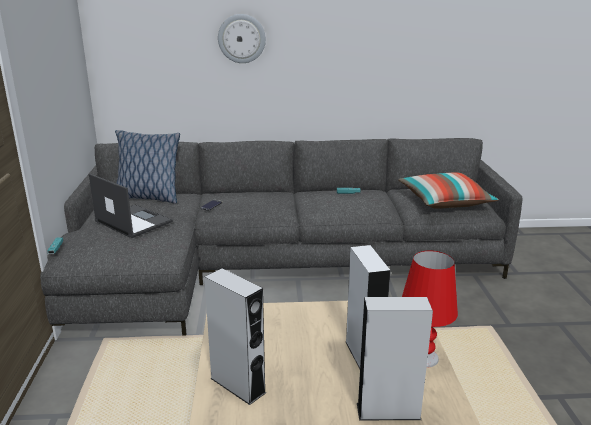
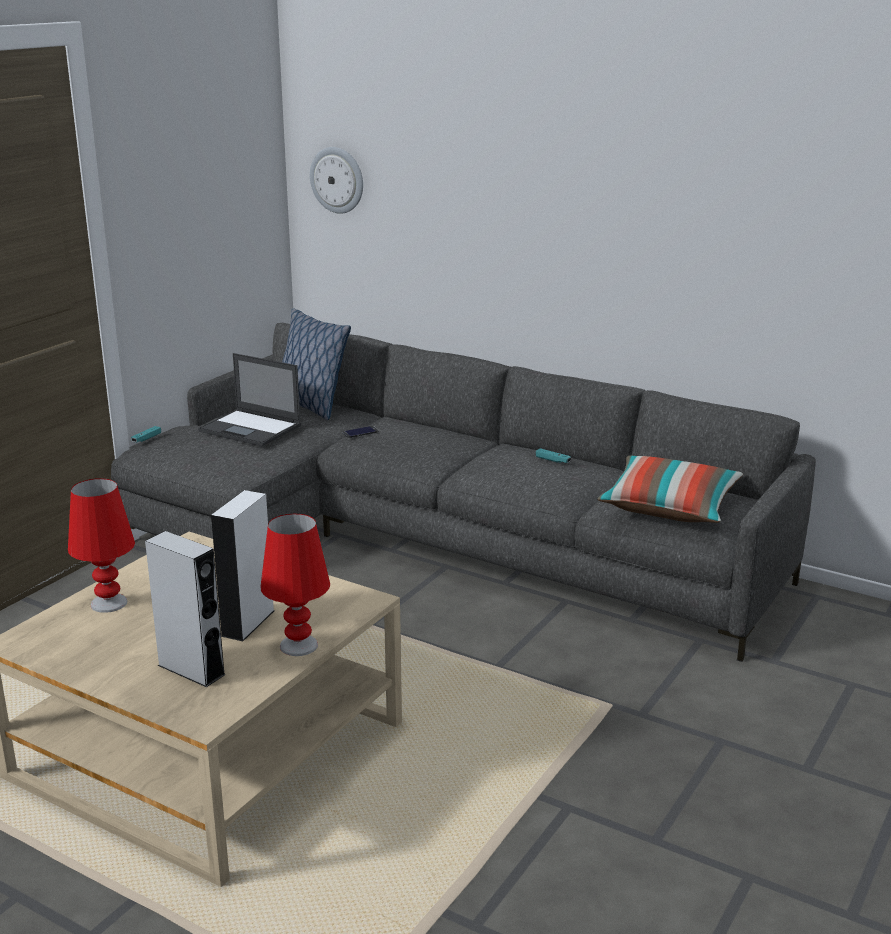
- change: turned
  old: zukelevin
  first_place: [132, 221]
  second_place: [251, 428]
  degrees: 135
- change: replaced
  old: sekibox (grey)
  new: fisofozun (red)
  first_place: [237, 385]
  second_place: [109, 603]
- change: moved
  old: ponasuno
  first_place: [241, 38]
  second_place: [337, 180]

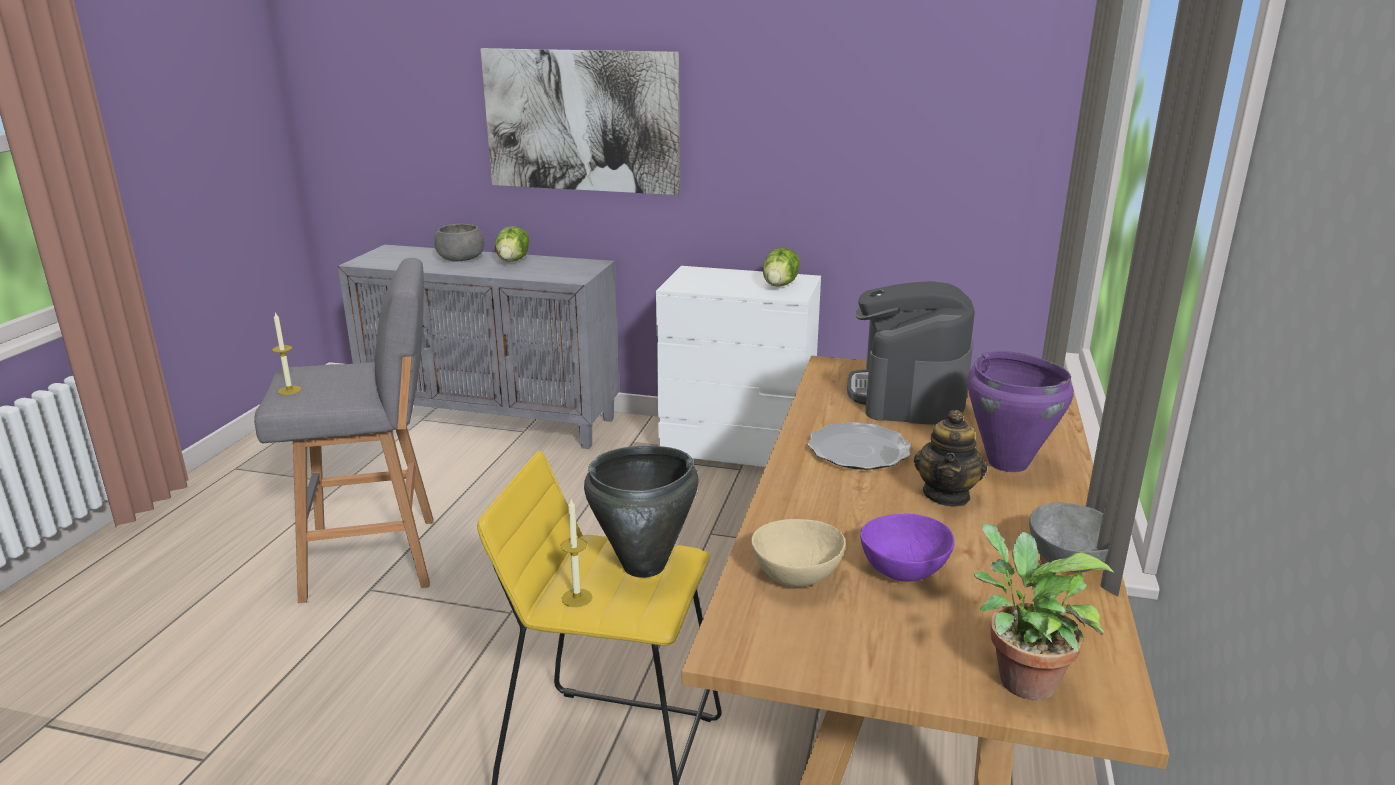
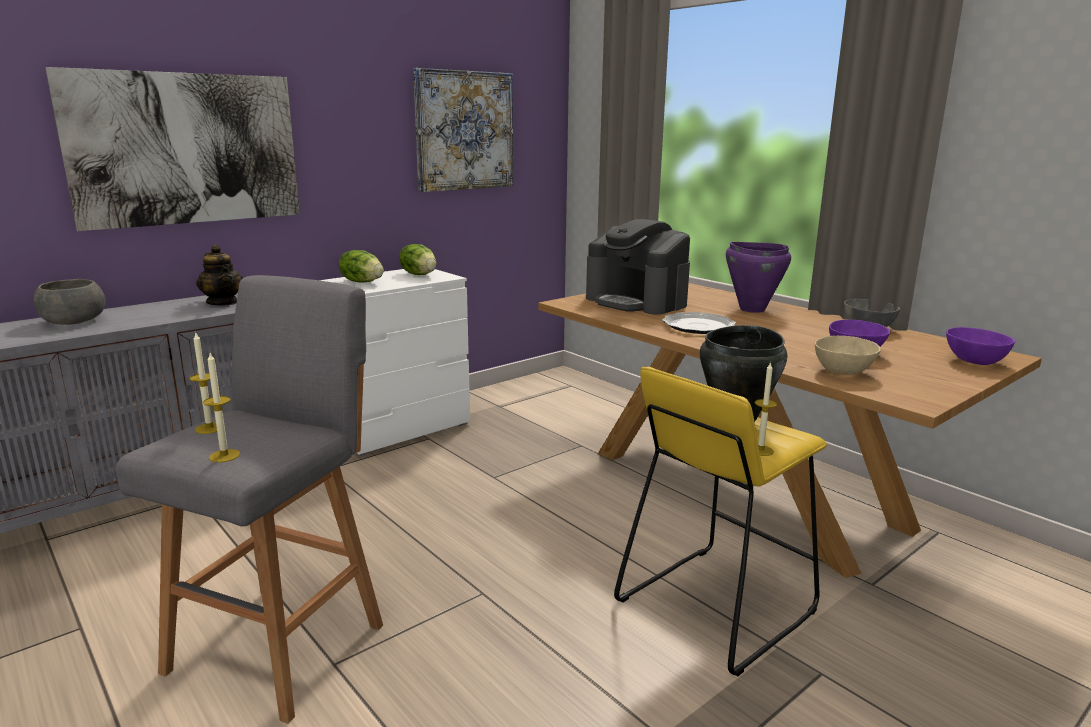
- change: moved
  old: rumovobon
  first_place: [513, 260]
  second_place: [362, 282]
- change: moved
  old: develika
  first_place: [947, 495]
  second_place: [223, 303]
- change: replaced
  old: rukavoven
  new: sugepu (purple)
  first_place: [1019, 678]
  second_place: [974, 361]
- change: added
  new: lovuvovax
  second_place: [209, 428]
- change: added
  new: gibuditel
  second_place: [464, 131]

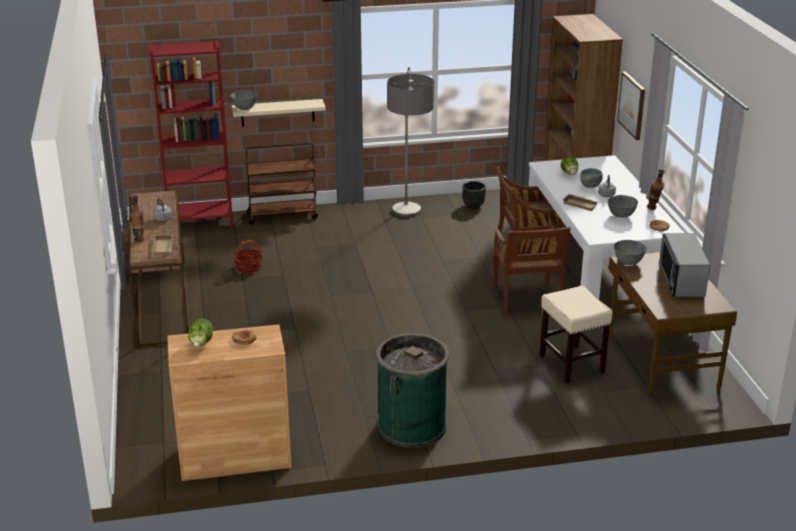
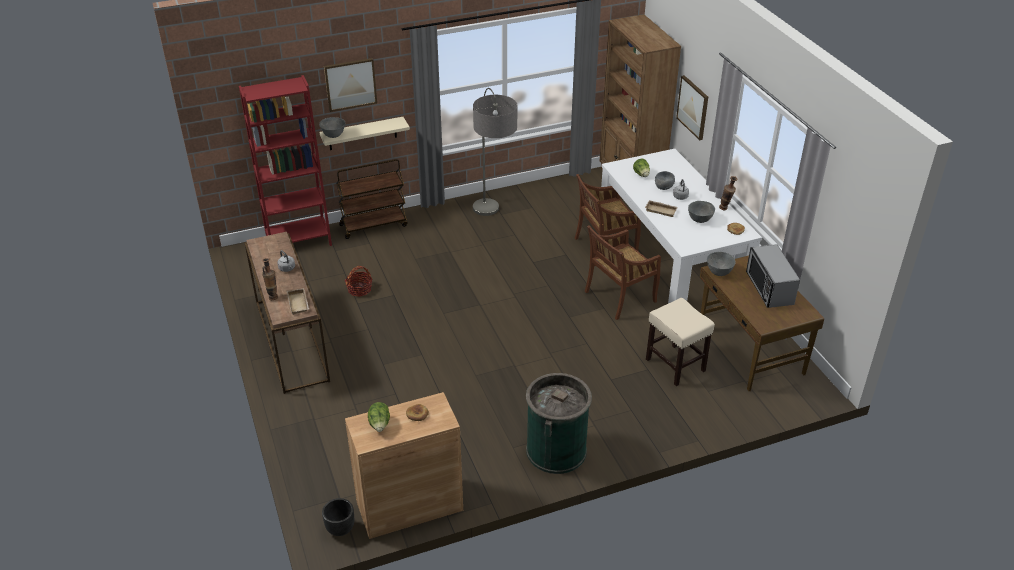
- change: moved
  old: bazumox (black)
  first_place: [473, 206]
  second_place: [340, 529]
- change: turned
  old: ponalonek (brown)
  first_place: [527, 299]
  second_place: [619, 297]
  degrees: 75
- change: added
  new: gibuditel
  second_place: [350, 84]

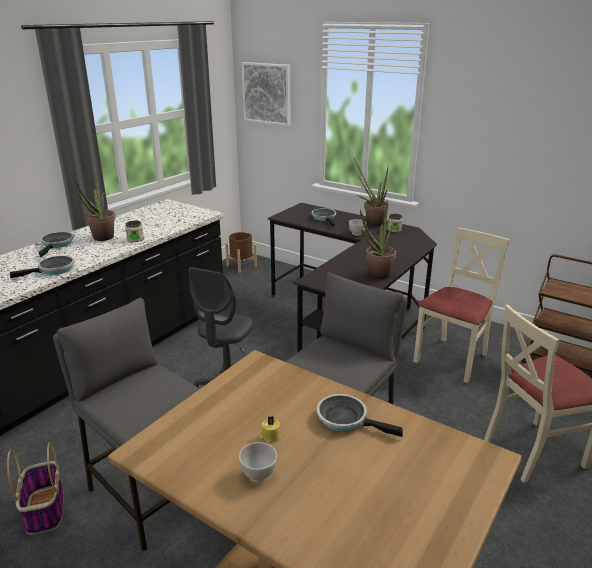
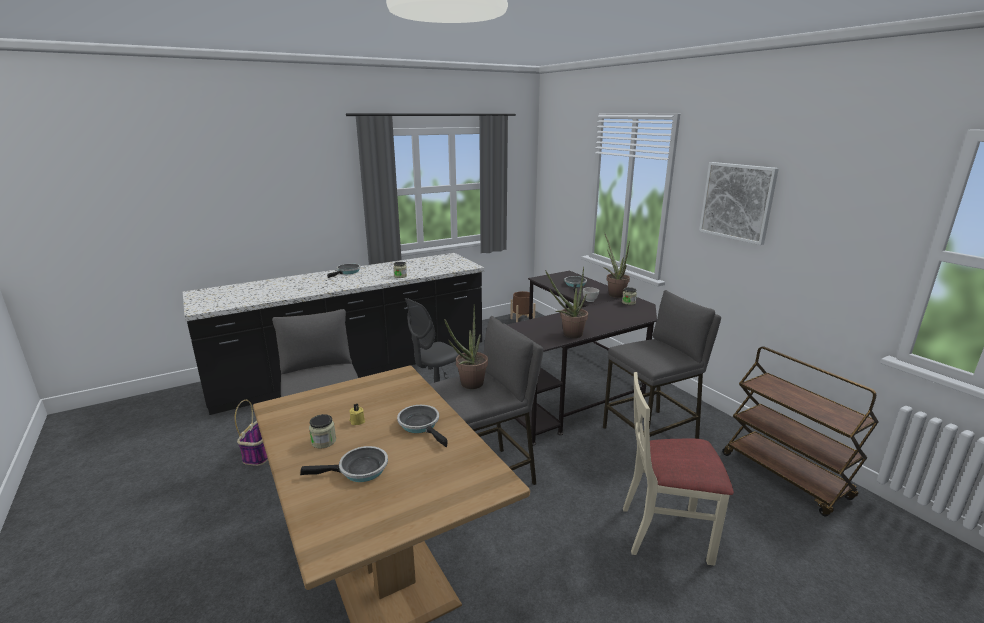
- change: moved
  old: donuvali
  first_place: [54, 270]
  second_place: [359, 470]
- change: moved
  old: rukavoven
  first_place: [101, 239]
  second_place: [468, 386]
- change: replaced
  old: sugepu (white)
  new: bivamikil
  first_place: [258, 475]
  second_place: [323, 441]
- change: moved
  old: gibuditel
  first_place: [267, 93]
  second_place: [737, 202]
- change: replaced
  old: ponalonek (beige)
  new: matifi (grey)
  first_place: [452, 359]
  second_place: [651, 433]

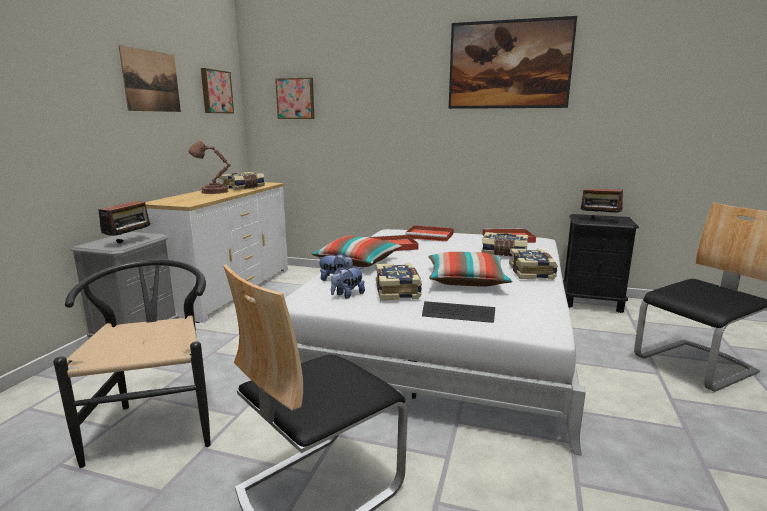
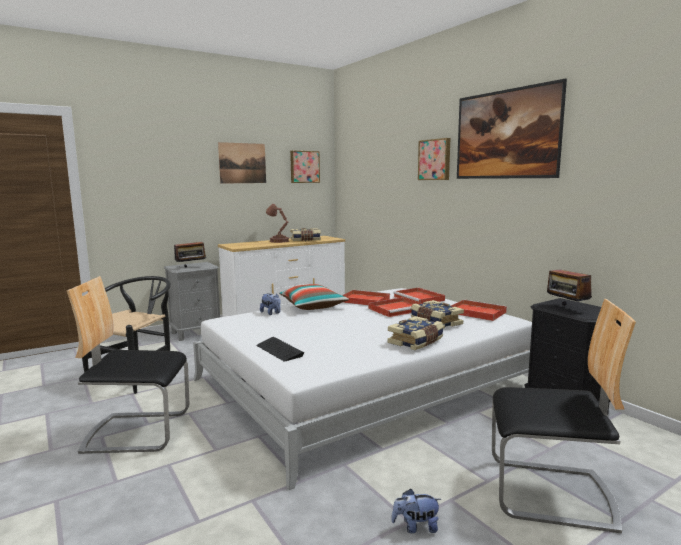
- change: moved
  old: gibuditel
  first_place: [296, 98]
  second_place: [435, 159]
- change: moved
  old: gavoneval
  first_place: [347, 295]
  second_place: [415, 527]
- change: removed
  old: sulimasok
  first_place: [398, 291]
- change: removed
  old: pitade
  first_place: [466, 281]
- change: added
  new: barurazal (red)
  second_place: [397, 309]

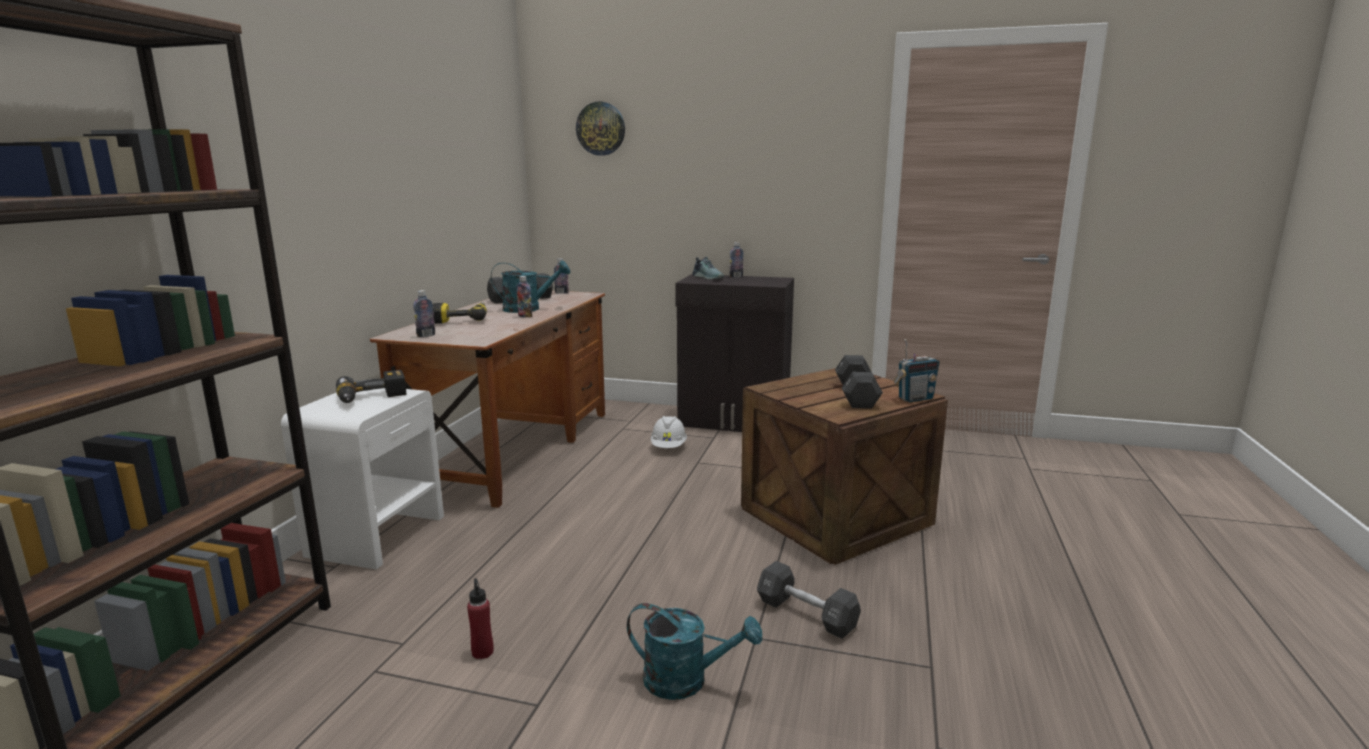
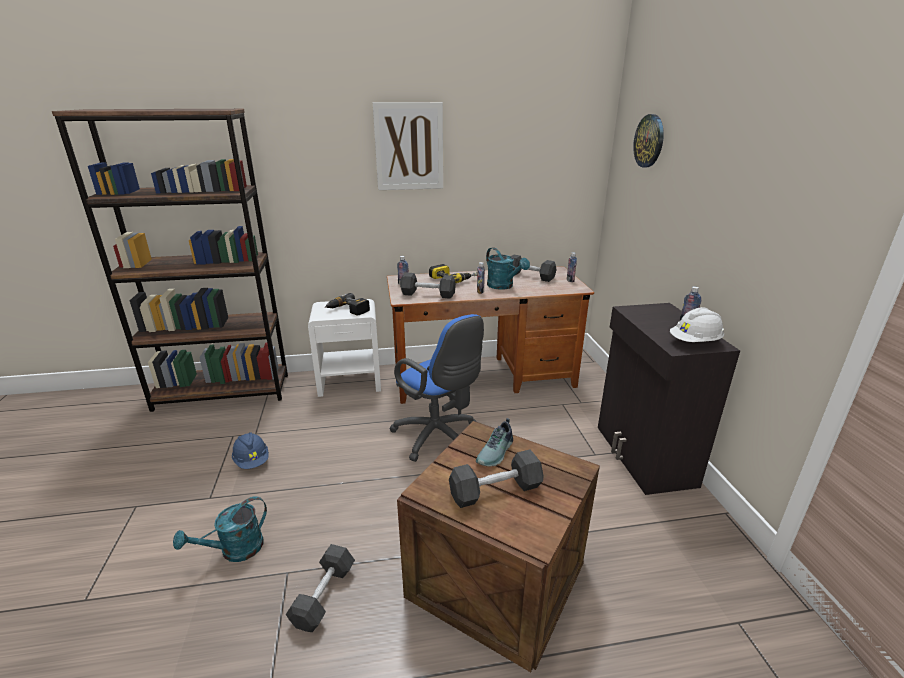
- change: replaced
  old: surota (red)
  new: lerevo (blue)
  first_place: [482, 652]
  second_place: [252, 461]
- change: turned
  old: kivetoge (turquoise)
  first_place: [686, 681]
  second_place: [235, 551]
  degrees: 60
- change: moved
  old: lerevo (white)
  first_place: [669, 447]
  second_place: [695, 342]
- change: moved
  old: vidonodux
  first_place: [709, 278]
  second_place: [496, 452]
- change: removed
  old: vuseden
  first_place: [915, 398]
- change: added
  new: gibuditel
  second_place: [409, 147]
- change: added
  new: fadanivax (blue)
  second_place: [439, 438]
- change: added
  new: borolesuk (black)
  second_place: [428, 294]

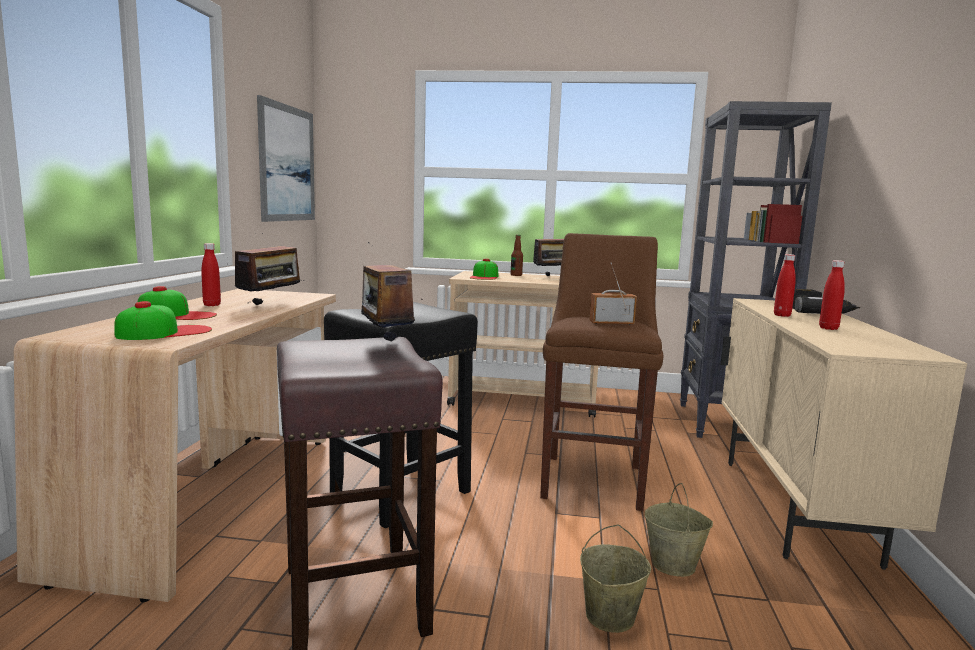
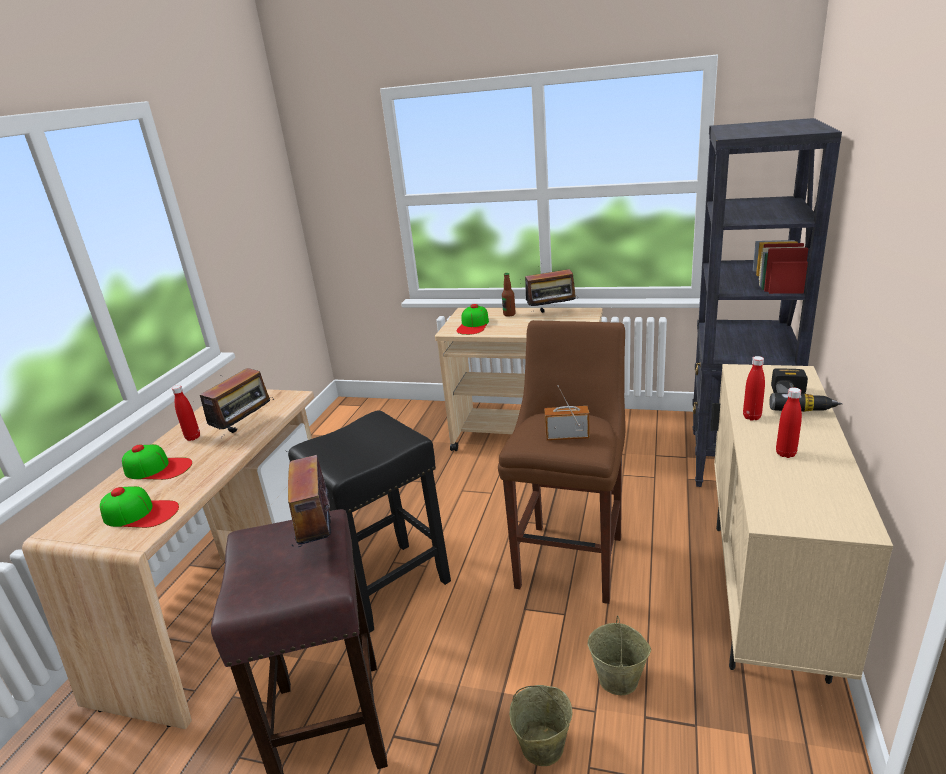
- change: turned
  old: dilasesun
  first_place: [165, 332]
  second_place: [140, 513]
  degrees: 45
- change: removed
  old: gibuditel
  first_place: [287, 163]

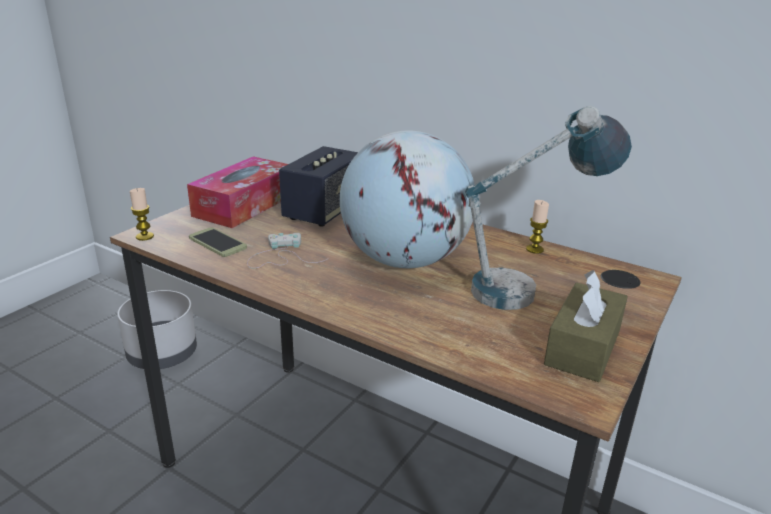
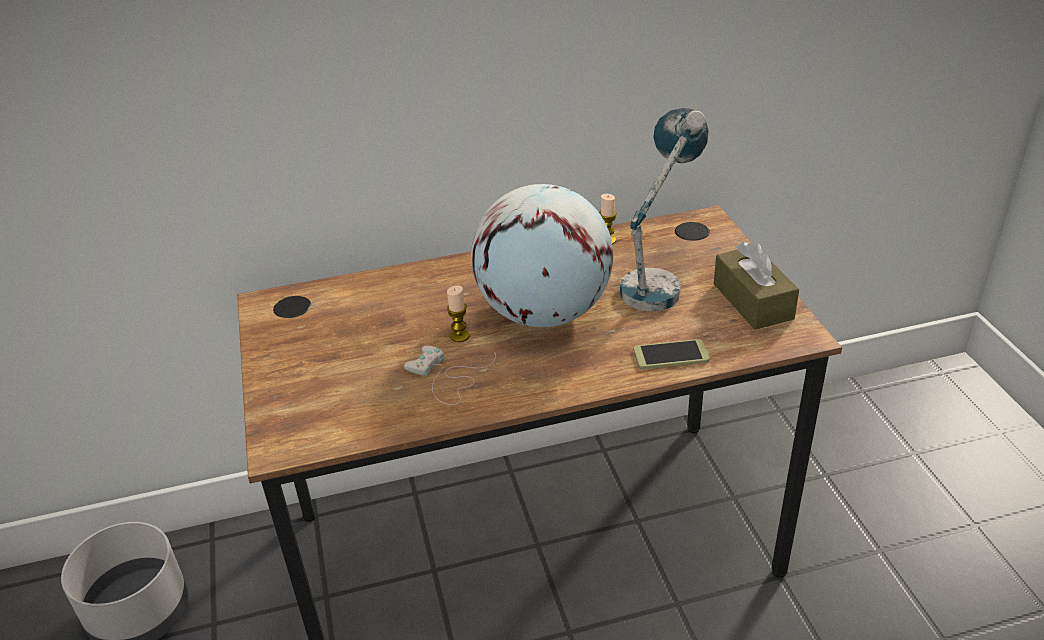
- change: moved
  old: lovuvovax
  first_place: [145, 236]
  second_place: [459, 336]
- change: removed
  old: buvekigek
  first_place: [244, 205]
- change: moved
  old: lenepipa
  first_place: [217, 243]
  second_place: [670, 355]
- change: removed
  old: sekibox
  first_place: [324, 211]

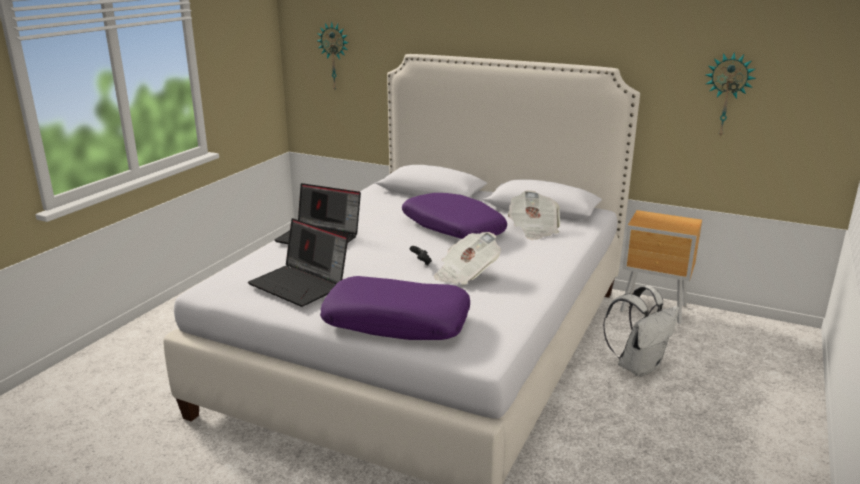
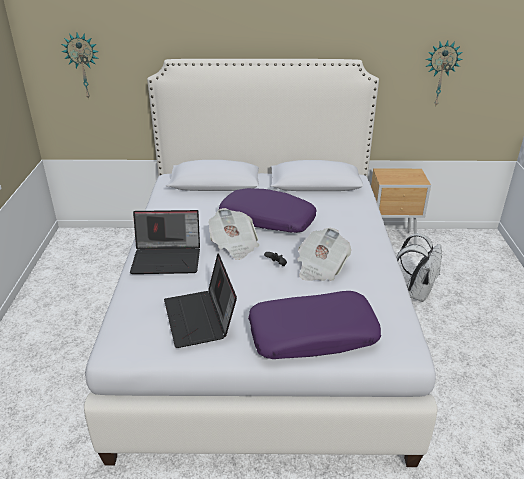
- change: turned
  old: zukelevin
  first_place: [301, 284]
  second_place: [201, 319]
  degrees: 60
- change: moved
  old: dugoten
  first_place: [533, 229]
  second_place: [234, 245]

